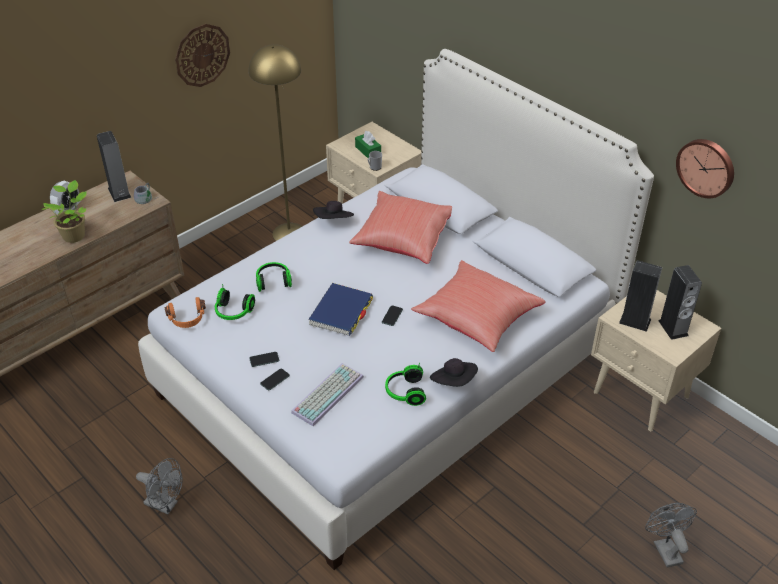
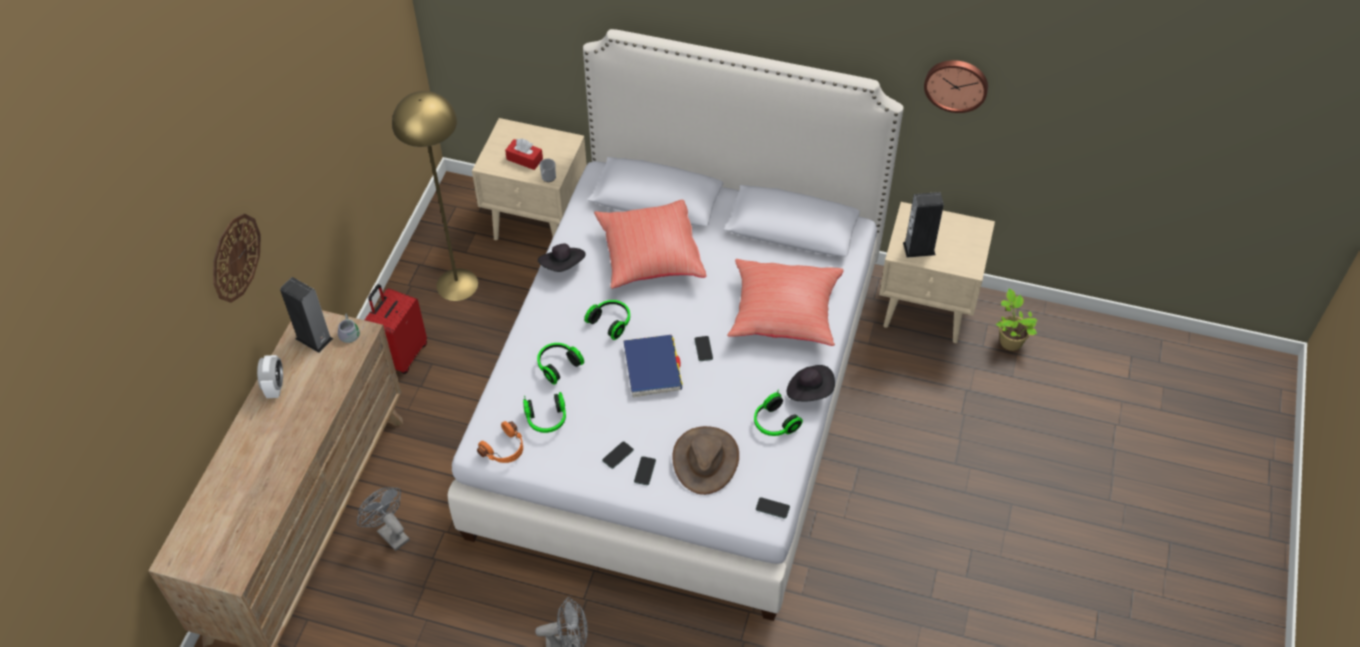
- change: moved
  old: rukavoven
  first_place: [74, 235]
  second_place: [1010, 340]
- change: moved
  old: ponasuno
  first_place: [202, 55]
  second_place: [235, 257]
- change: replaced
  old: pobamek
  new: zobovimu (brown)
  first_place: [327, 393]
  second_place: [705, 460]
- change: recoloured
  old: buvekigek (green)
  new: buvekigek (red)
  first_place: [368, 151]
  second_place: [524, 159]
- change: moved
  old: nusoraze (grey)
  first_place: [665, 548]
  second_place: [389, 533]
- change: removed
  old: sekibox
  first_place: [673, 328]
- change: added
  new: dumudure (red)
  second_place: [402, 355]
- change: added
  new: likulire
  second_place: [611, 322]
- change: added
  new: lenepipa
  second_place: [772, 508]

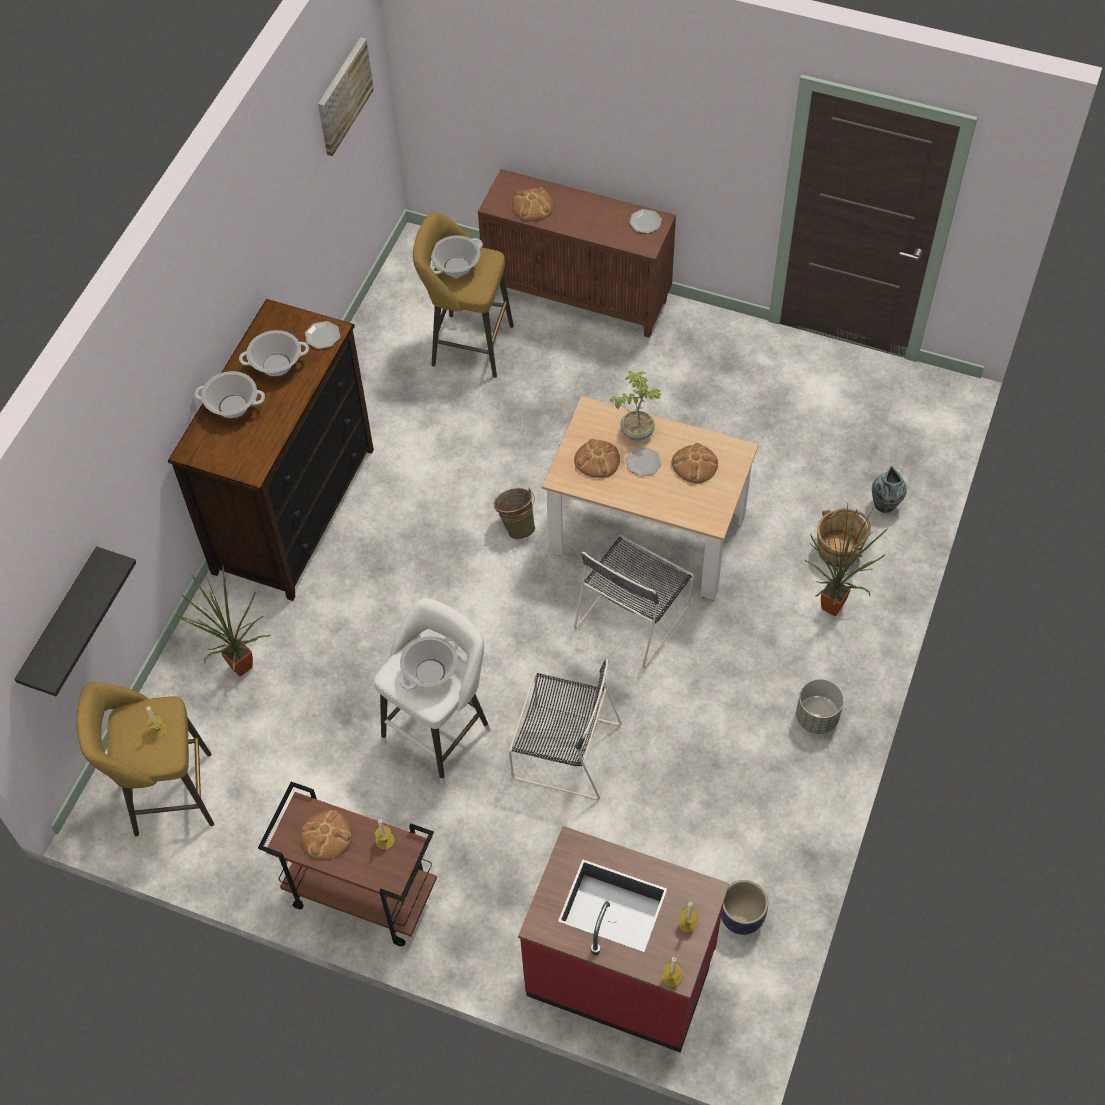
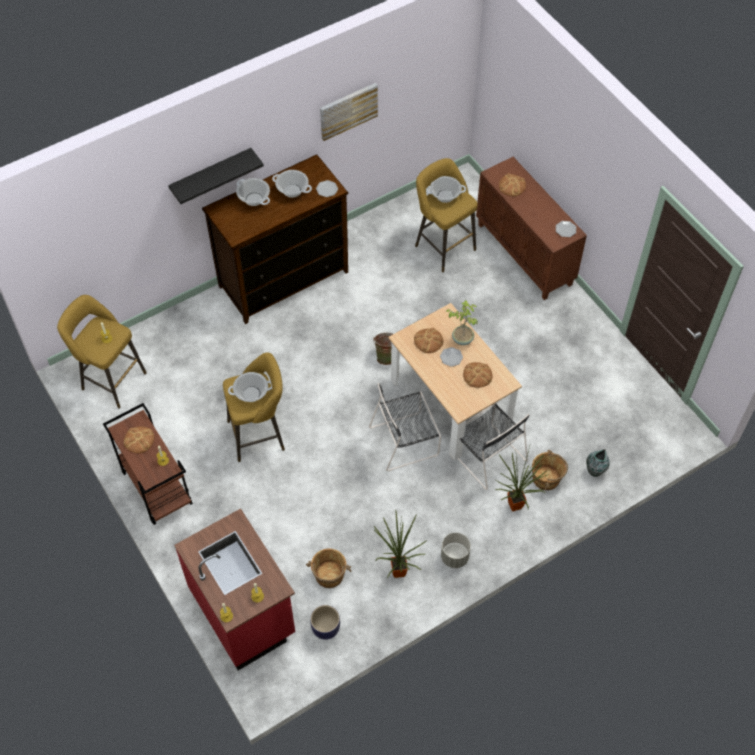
- change: moved
  old: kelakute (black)
  first_place: [61, 622]
  second_place: [211, 175]
- change: moved
  old: rukavoven
  first_place: [238, 669]
  second_place: [396, 572]
- change: moved
  old: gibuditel
  first_place: [343, 95]
  second_place: [348, 110]
- change: recoloured
  old: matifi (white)
  new: matifi (yellow)
  first_place: [440, 731]
  second_place: [259, 434]
- change: moved
  old: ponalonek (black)
  first_place: [563, 750]
  second_place: [487, 454]
- change: added
  new: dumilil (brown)
  second_place: [329, 575]

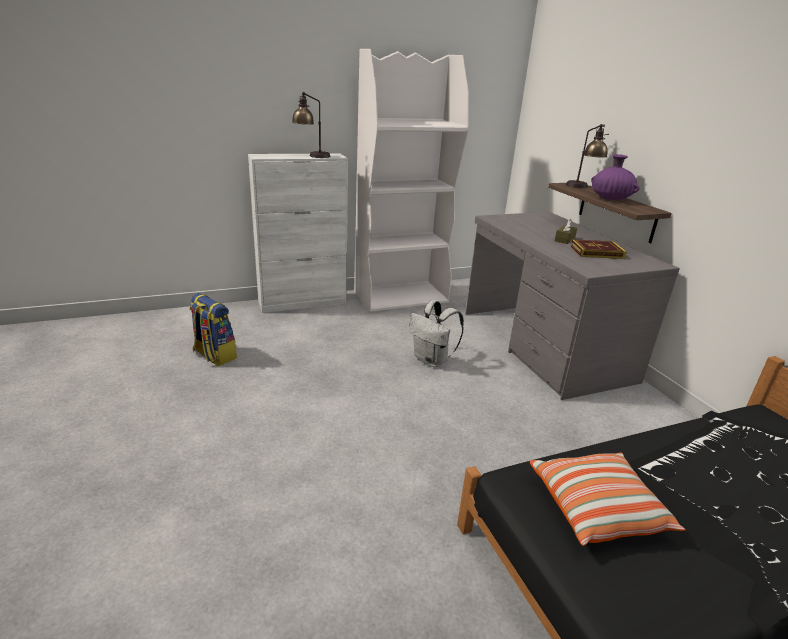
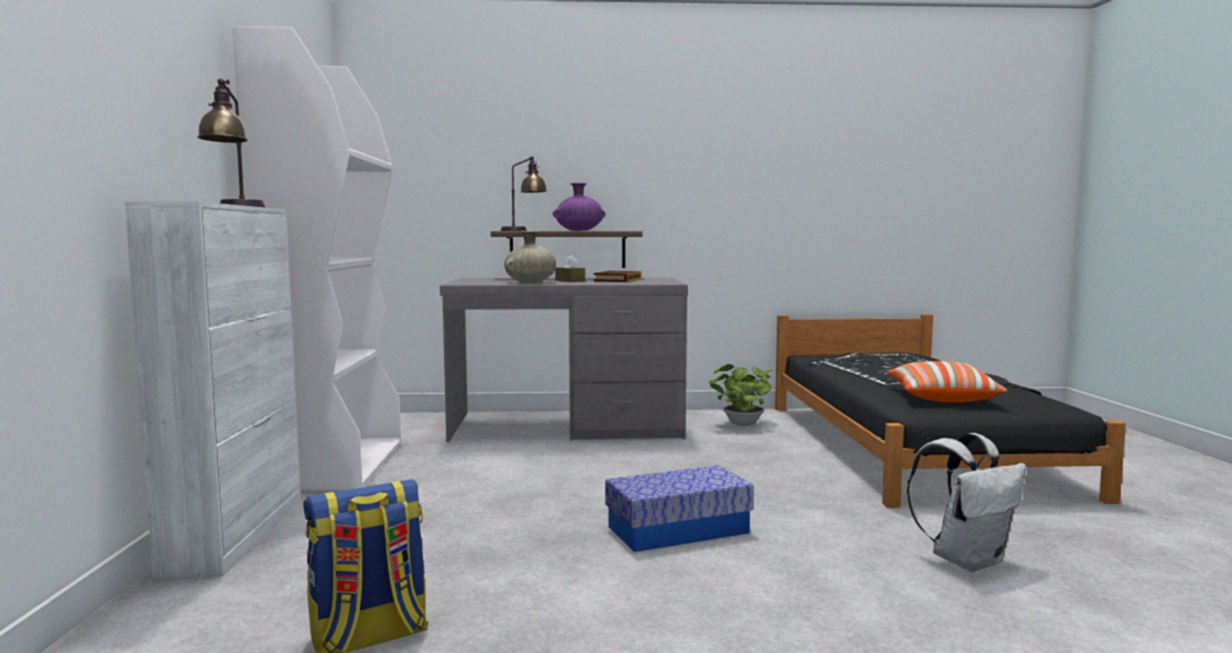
- change: moved
  old: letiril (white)
  first_place: [432, 360]
  second_place: [966, 560]
- change: added
  new: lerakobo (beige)
  second_place: [530, 283]
- change: added
  new: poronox
  second_place: [678, 530]
- change: added
  new: rukavoven
  second_place: [740, 424]

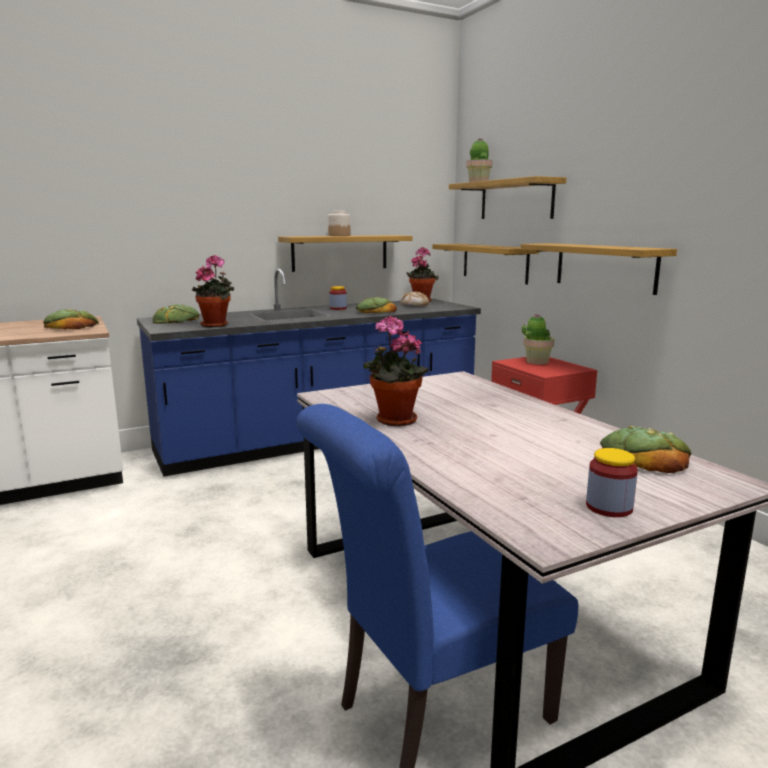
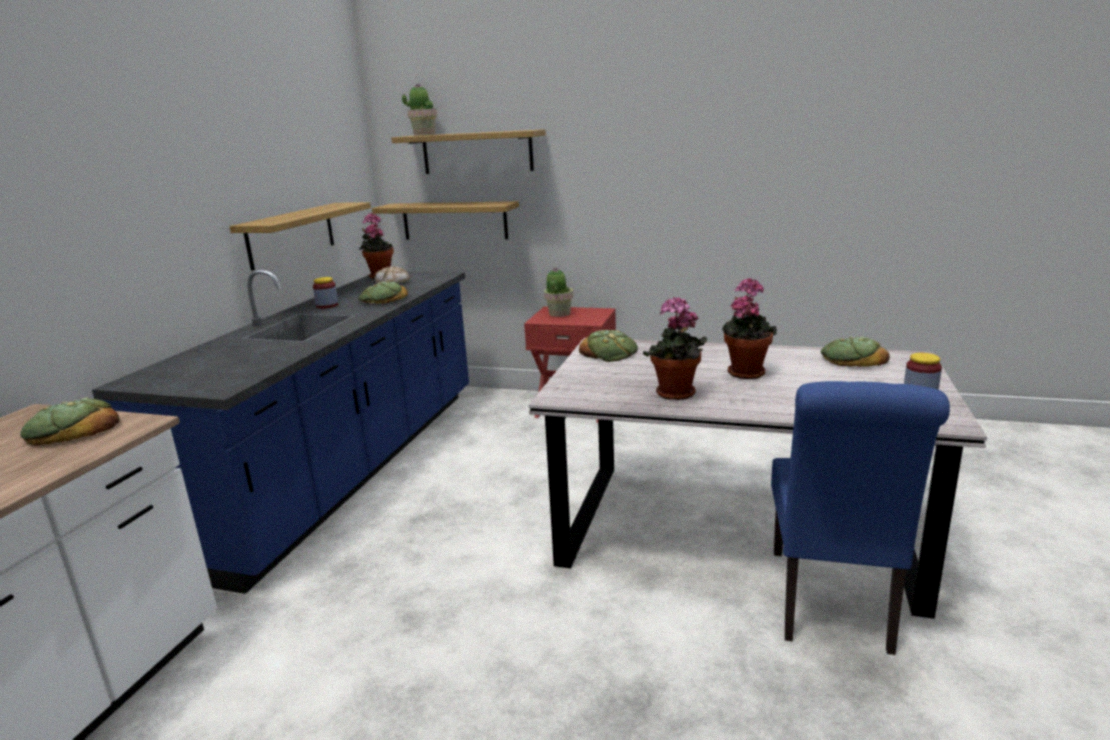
- change: moved
  old: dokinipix
  first_place: [176, 321]
  second_place: [609, 352]
- change: moved
  old: rukavoven
  first_place: [216, 325]
  second_place: [745, 372]
- change: removed
  old: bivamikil
  first_place: [339, 235]
- change: removed
  old: kelakute
  first_place: [605, 267]

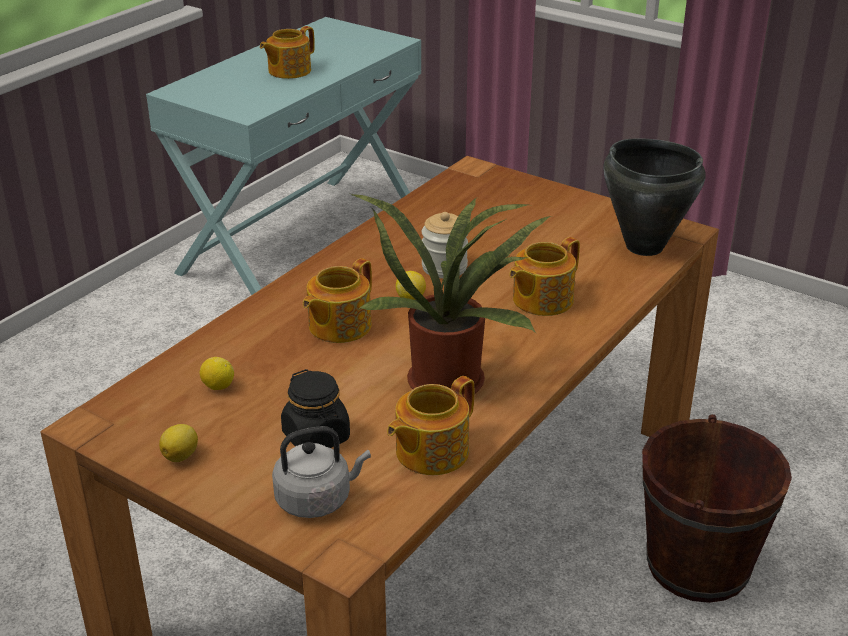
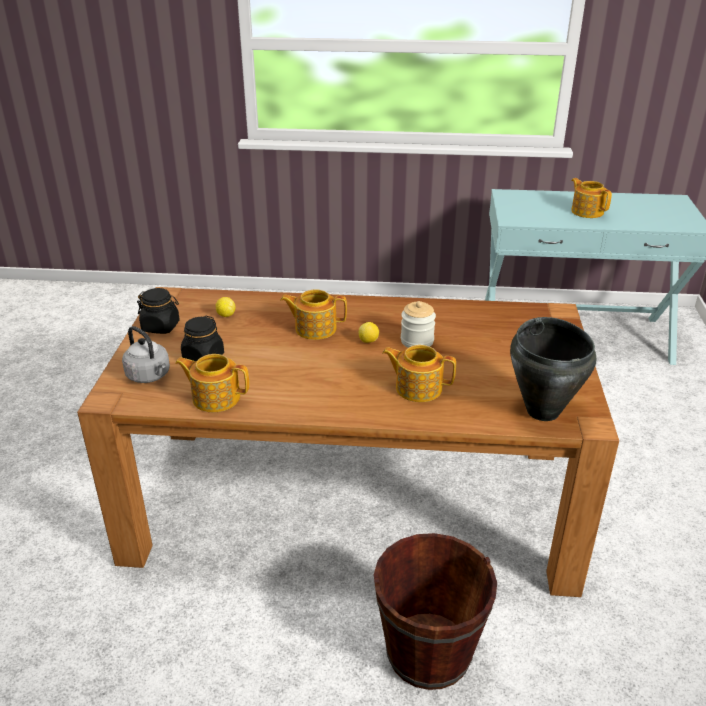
- change: replaced
  old: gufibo
  new: bivamikil (black)
  first_place: [181, 456]
  second_place: [161, 327]
- change: turned
  old: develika
  first_place: [288, 71]
  second_place: [587, 211]
  degrees: 45
- change: removed
  old: rukavoven
  first_place: [450, 379]

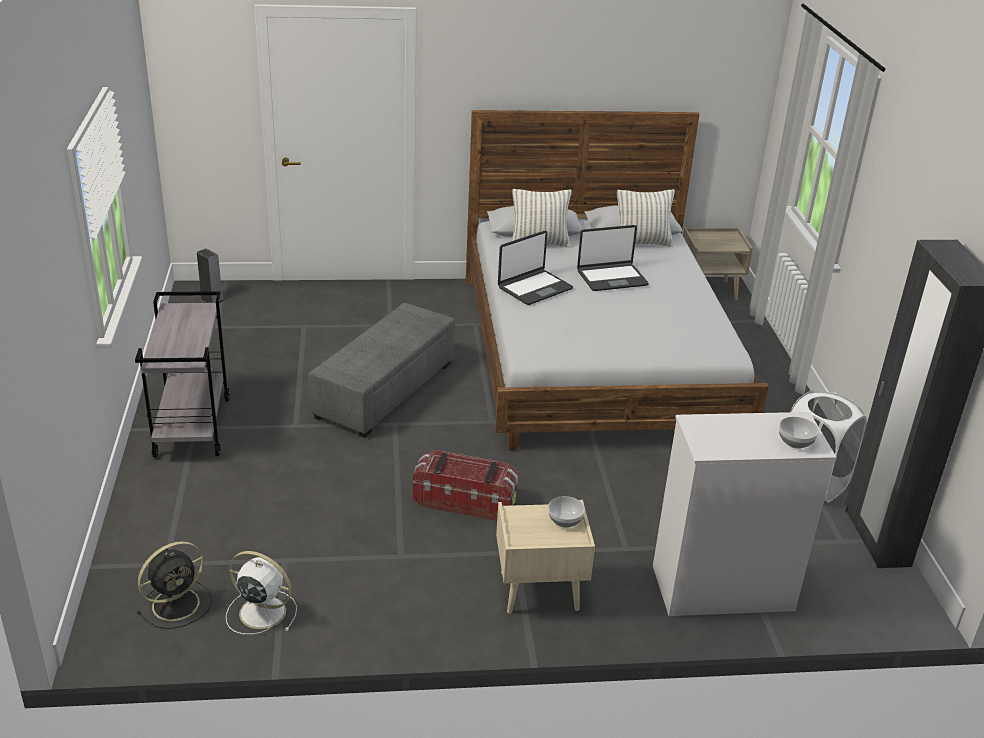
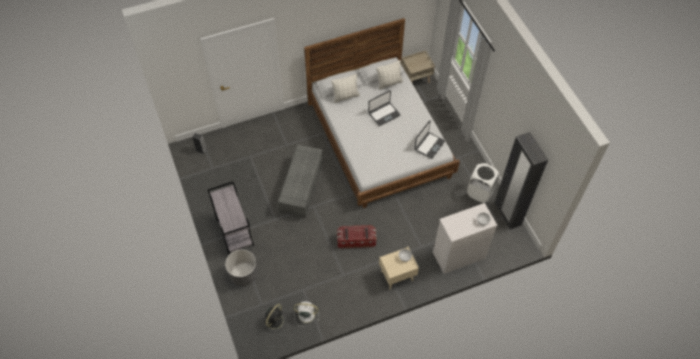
- change: moved
  old: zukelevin
  first_place: [534, 288]
  second_place: [429, 145]
- change: added
  new: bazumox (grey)
  second_place: [243, 275]

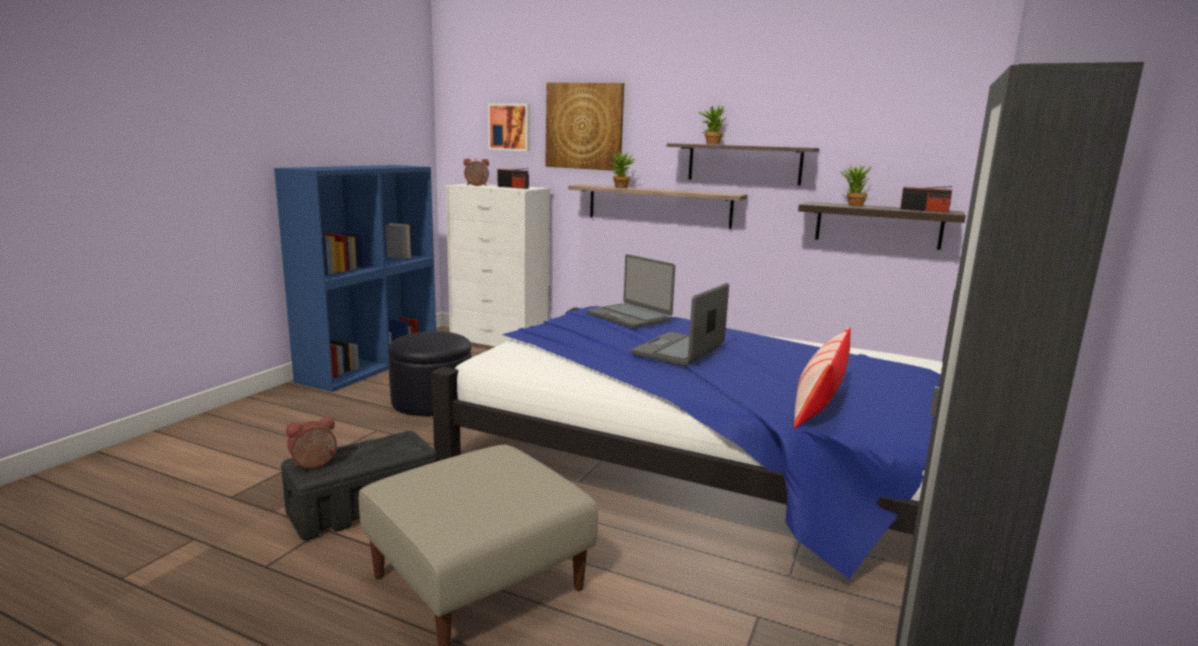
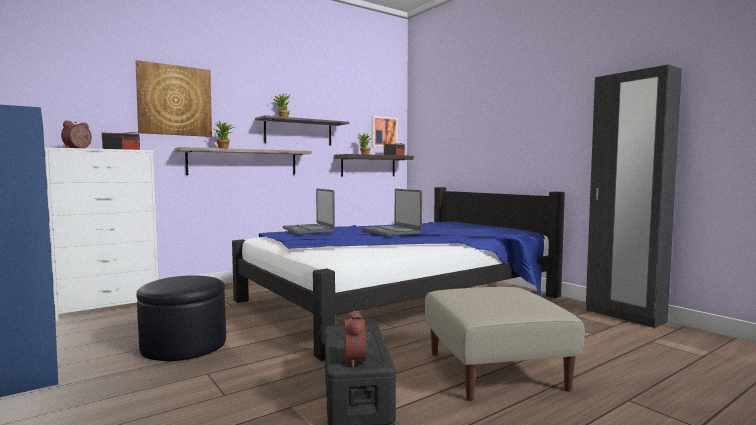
- change: moved
  old: gibuditel
  first_place: [510, 127]
  second_place: [383, 132]
- change: turned
  old: zukelevin
  first_place: [629, 317]
  second_place: [308, 230]
  degrees: 75
- change: removed
  old: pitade
  first_place: [819, 405]

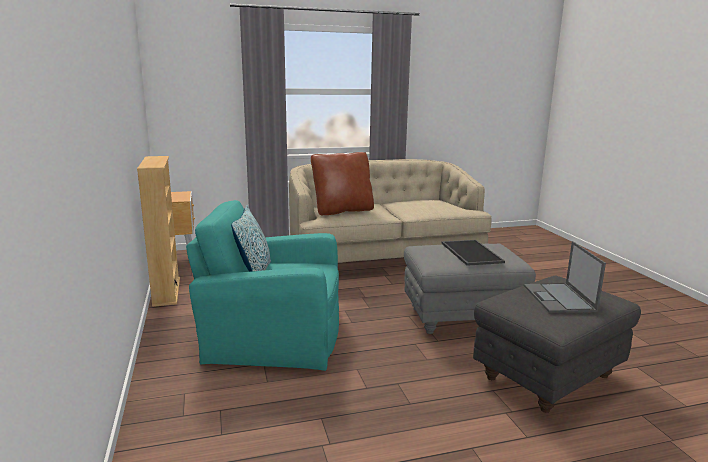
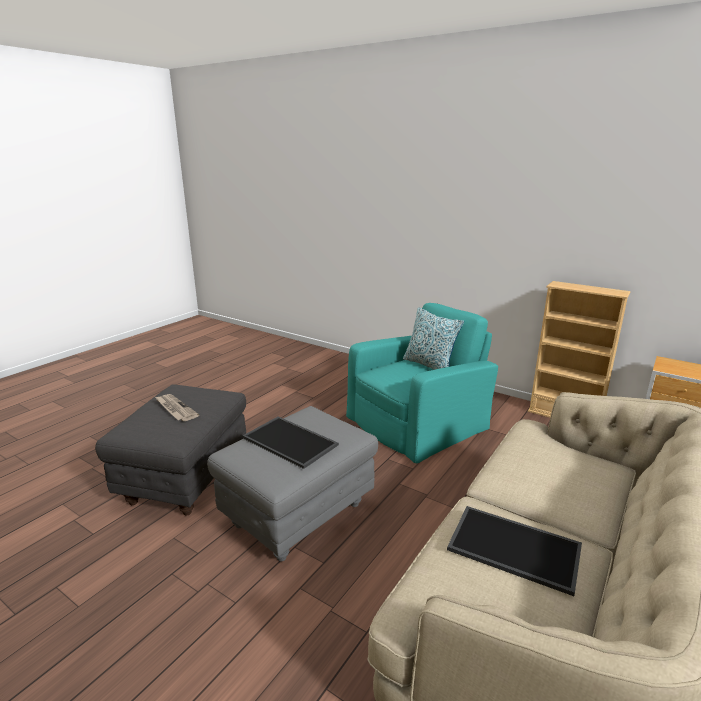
- change: removed
  old: pitade (brown)
  first_place: [342, 210]
- change: replaced
  old: zukelevin
  new: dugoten
  first_place: [559, 298]
  second_place: [175, 409]
- change: added
  new: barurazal
  second_place: [512, 548]

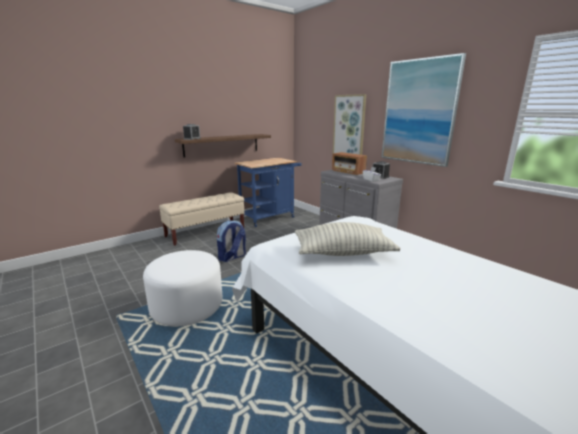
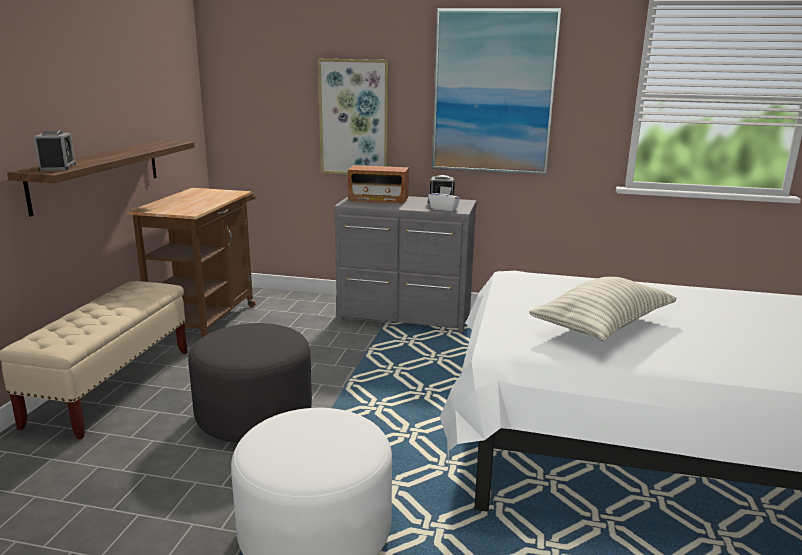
- change: replaced
  old: letiril
  new: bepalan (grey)
  first_place: [232, 257]
  second_place: [254, 415]
- change: recoloured
  old: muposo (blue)
  new: muposo (brown)
  first_place: [270, 217]
  second_place: [208, 318]

